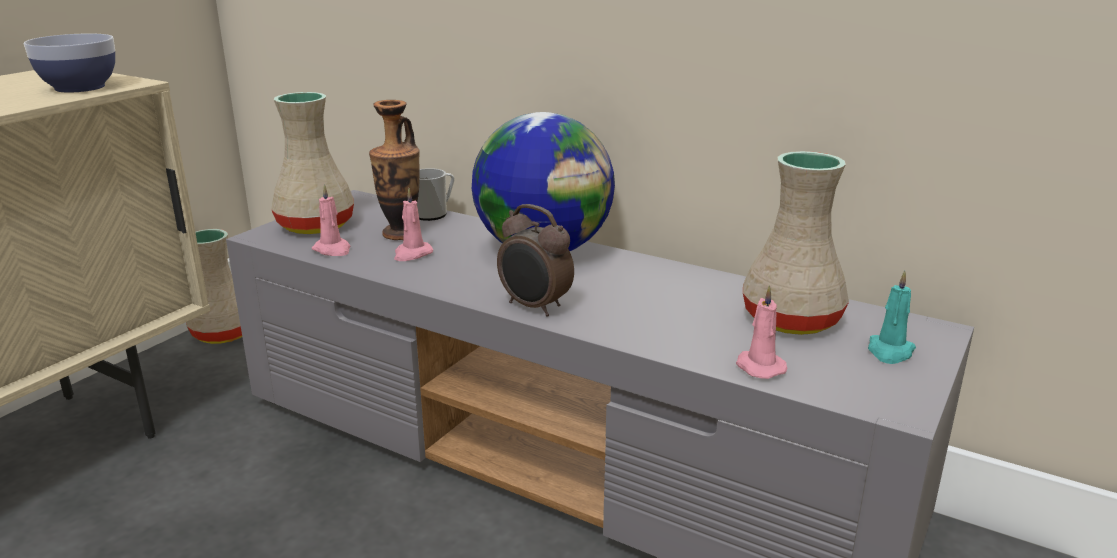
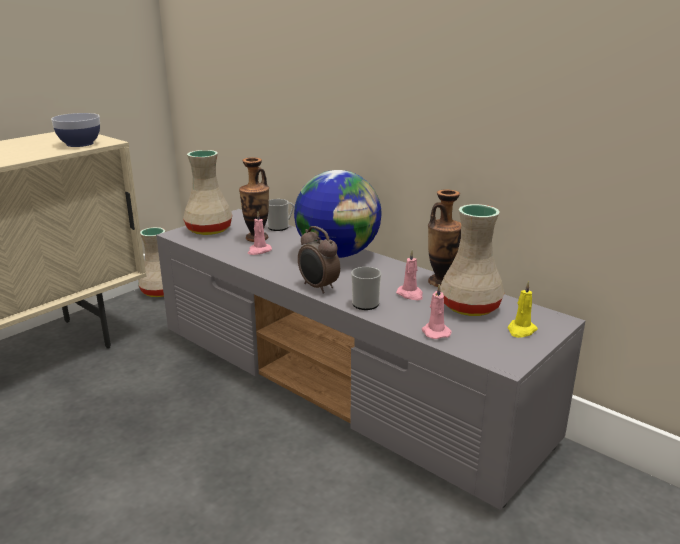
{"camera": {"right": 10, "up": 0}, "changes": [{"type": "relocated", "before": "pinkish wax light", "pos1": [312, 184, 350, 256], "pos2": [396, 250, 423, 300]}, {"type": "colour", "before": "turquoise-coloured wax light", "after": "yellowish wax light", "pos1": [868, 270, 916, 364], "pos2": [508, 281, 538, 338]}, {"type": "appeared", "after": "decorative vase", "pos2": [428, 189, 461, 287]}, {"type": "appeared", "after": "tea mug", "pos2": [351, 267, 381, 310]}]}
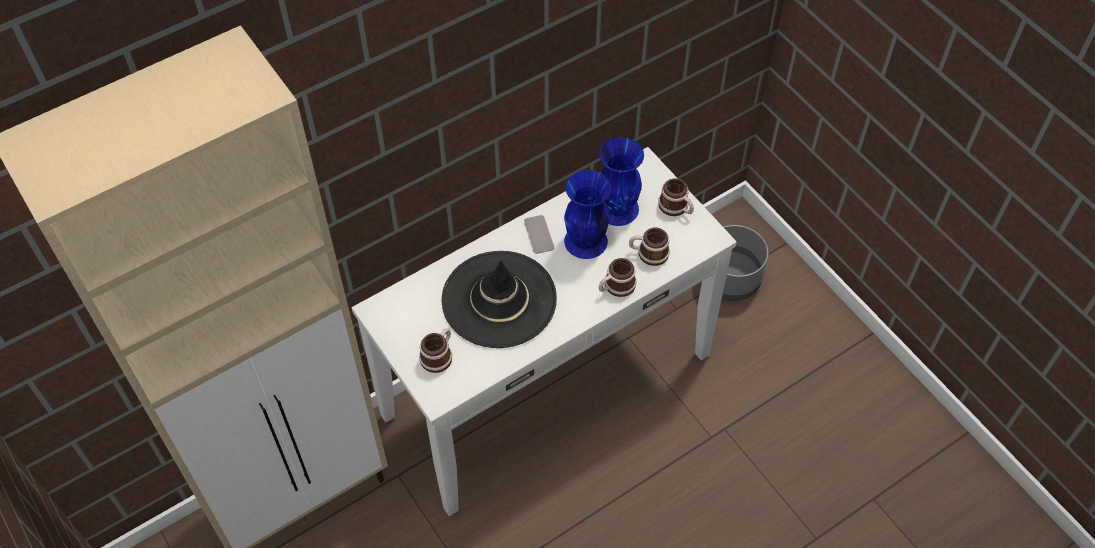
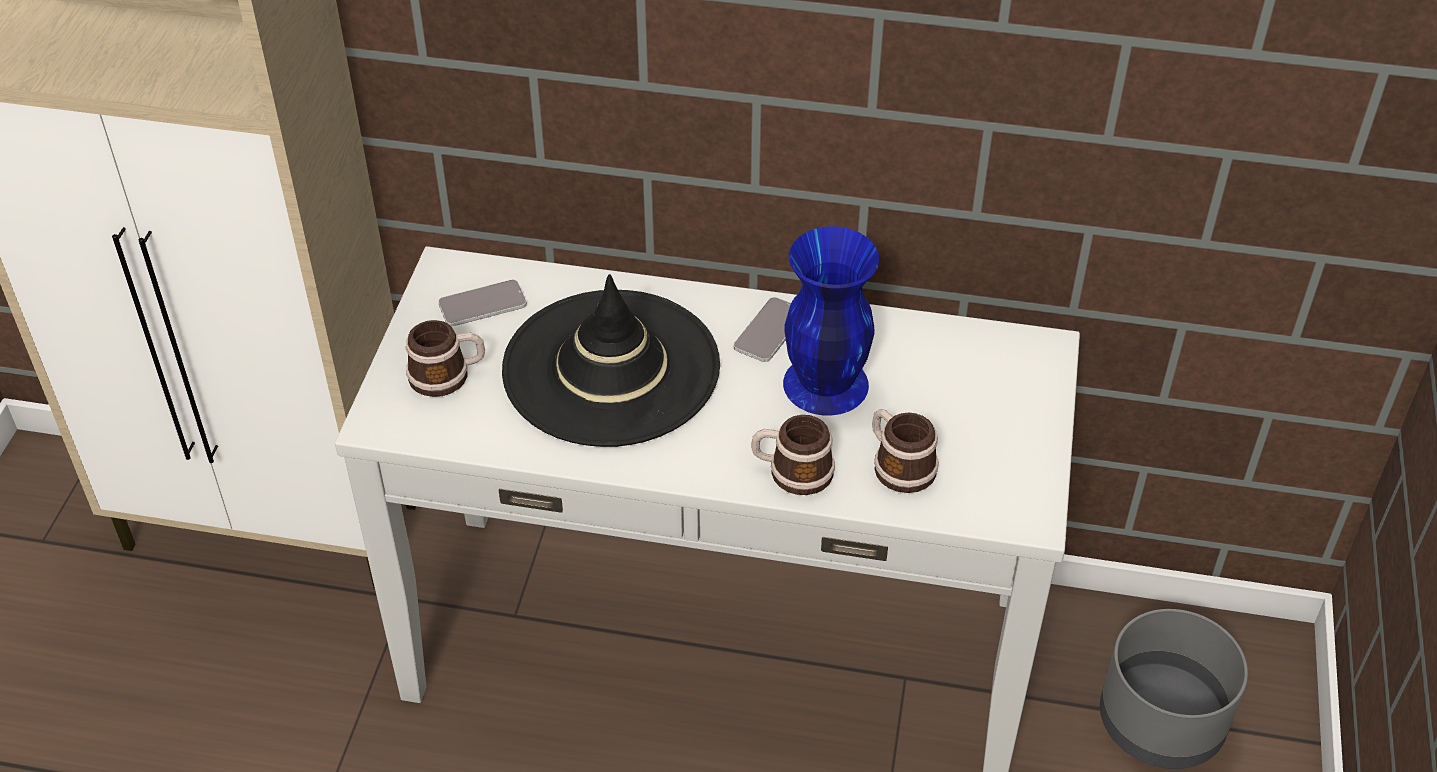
{"camera": {"right": 45, "up": -10}, "changes": [{"type": "missing", "before": "bluish decorative vase", "pos1": [599, 137, 644, 226]}, {"type": "missing", "before": "tea mug", "pos1": [658, 178, 694, 216]}, {"type": "appeared", "after": "handset", "pos2": [438, 279, 527, 326]}]}
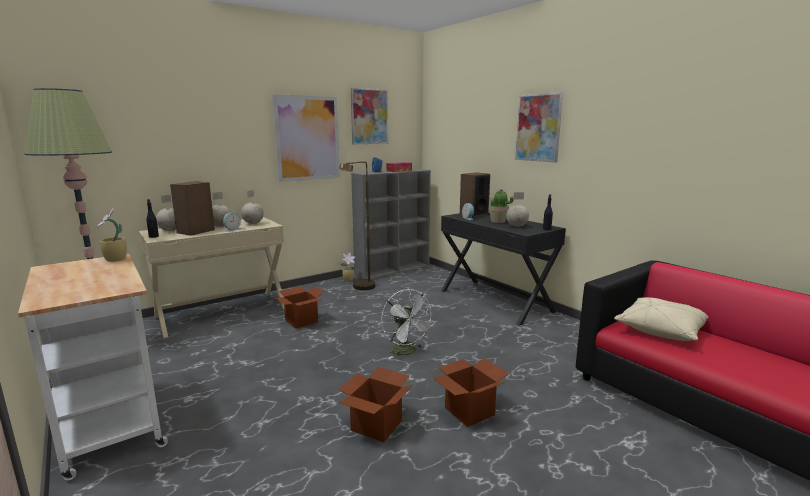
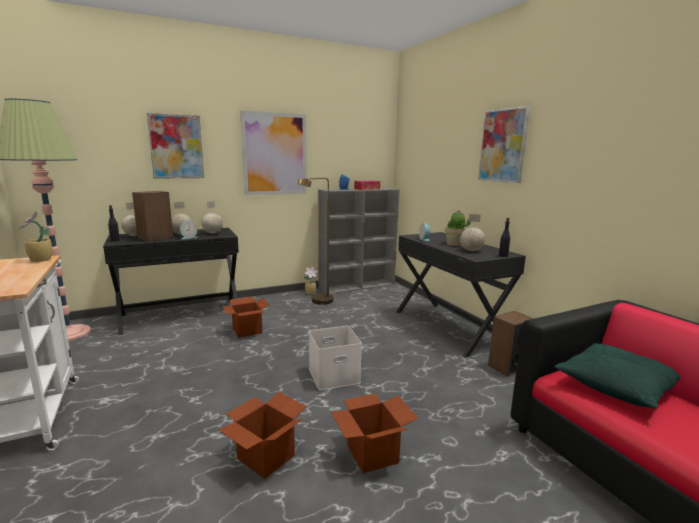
{"camera": {"right": 10, "up": 0}, "changes": [{"type": "relocated", "before": "wall art", "pos1": [351, 88, 388, 144], "pos2": [147, 113, 204, 179]}, {"type": "relocated", "before": "audio speaker", "pos1": [460, 173, 490, 217], "pos2": [488, 311, 534, 376]}, {"type": "colour", "before": "beige-coloured desk table", "after": "blackish desk table", "pos1": [139, 217, 284, 338], "pos2": [103, 228, 239, 335]}, {"type": "exchanged", "before": "white cooling fan", "after": "white storage container", "pos1": [381, 289, 435, 359], "pos2": [309, 326, 362, 390]}, {"type": "colour", "before": "beige-coloured throw pillow", "after": "green throw pillow", "pos1": [614, 297, 708, 341], "pos2": [555, 343, 681, 409]}]}
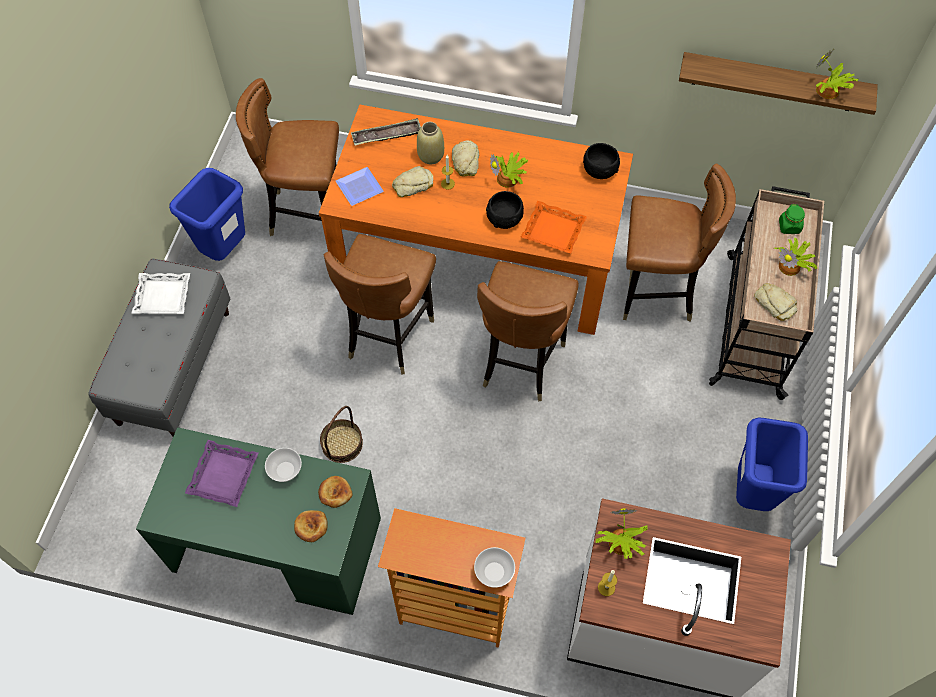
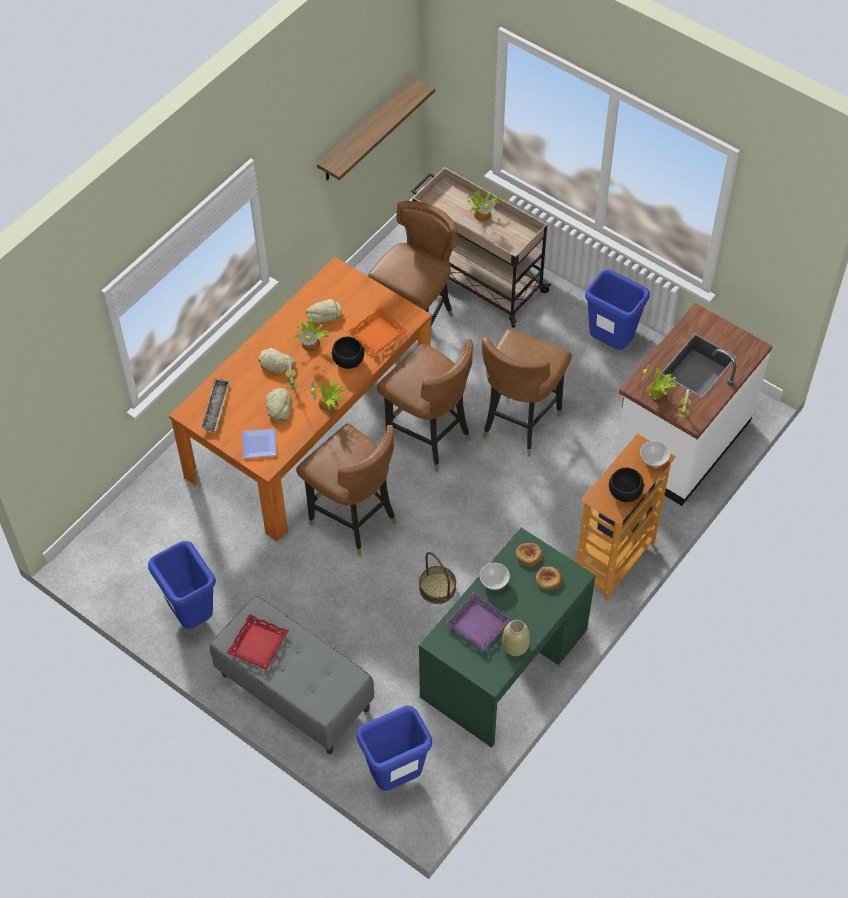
{"camera": {"right": -65, "up": -5}, "changes": [{"type": "relocated", "before": "plant in a pot", "pos1": [815, 50, 858, 99], "pos2": [311, 380, 346, 411]}, {"type": "relocated", "before": "brown-coloured plain chair", "pos1": [236, 78, 339, 236], "pos2": [482, 329, 572, 456]}, {"type": "relocated", "before": "beige-coloured decorative vase", "pos1": [417, 122, 444, 164], "pos2": [502, 620, 530, 656]}, {"type": "relocated", "before": "blackish deep dish", "pos1": [583, 143, 620, 179], "pos2": [609, 468, 644, 502]}, {"type": "missing", "before": "green preserve jar", "pos1": [779, 204, 805, 234]}, {"type": "colour", "before": "white serving tray", "after": "reddish serving tray", "pos1": [131, 273, 190, 314], "pos2": [226, 614, 289, 670]}, {"type": "relocated", "before": "baked bread", "pos1": [754, 283, 797, 321], "pos2": [306, 299, 342, 324]}, {"type": "appeared", "after": "bluish waste bin", "pos2": [356, 705, 432, 791]}]}
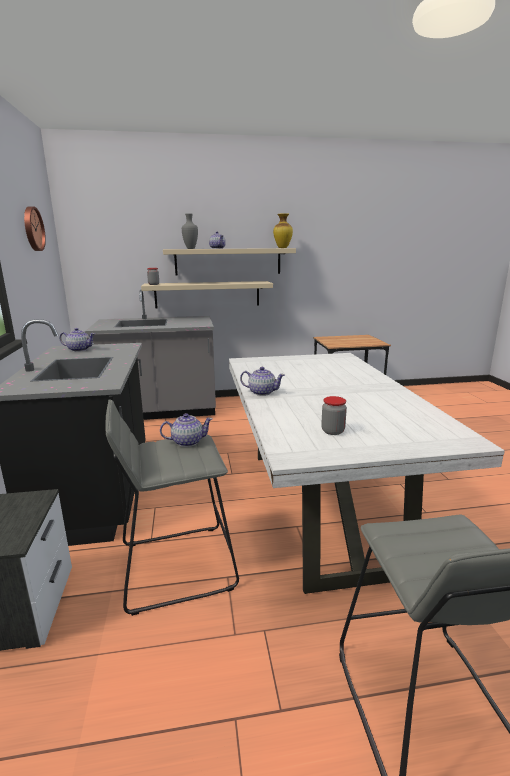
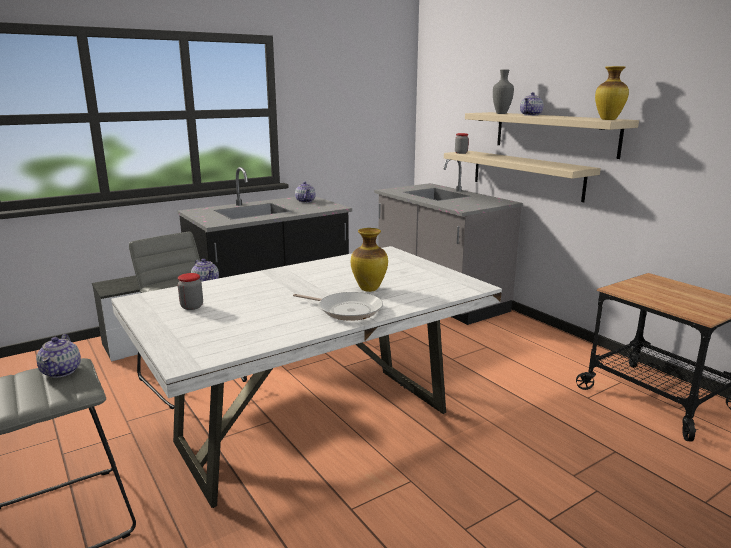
{"camera": {"right": 65, "up": 0}, "changes": [{"type": "missing", "before": "hanging clock", "pos1": [24, 206, 46, 251]}, {"type": "relocated", "before": "teapot", "pos1": [240, 367, 285, 396], "pos2": [36, 334, 81, 378]}, {"type": "appeared", "after": "decorative vase", "pos2": [351, 228, 388, 292]}, {"type": "appeared", "after": "frying pan", "pos2": [293, 292, 383, 321]}]}
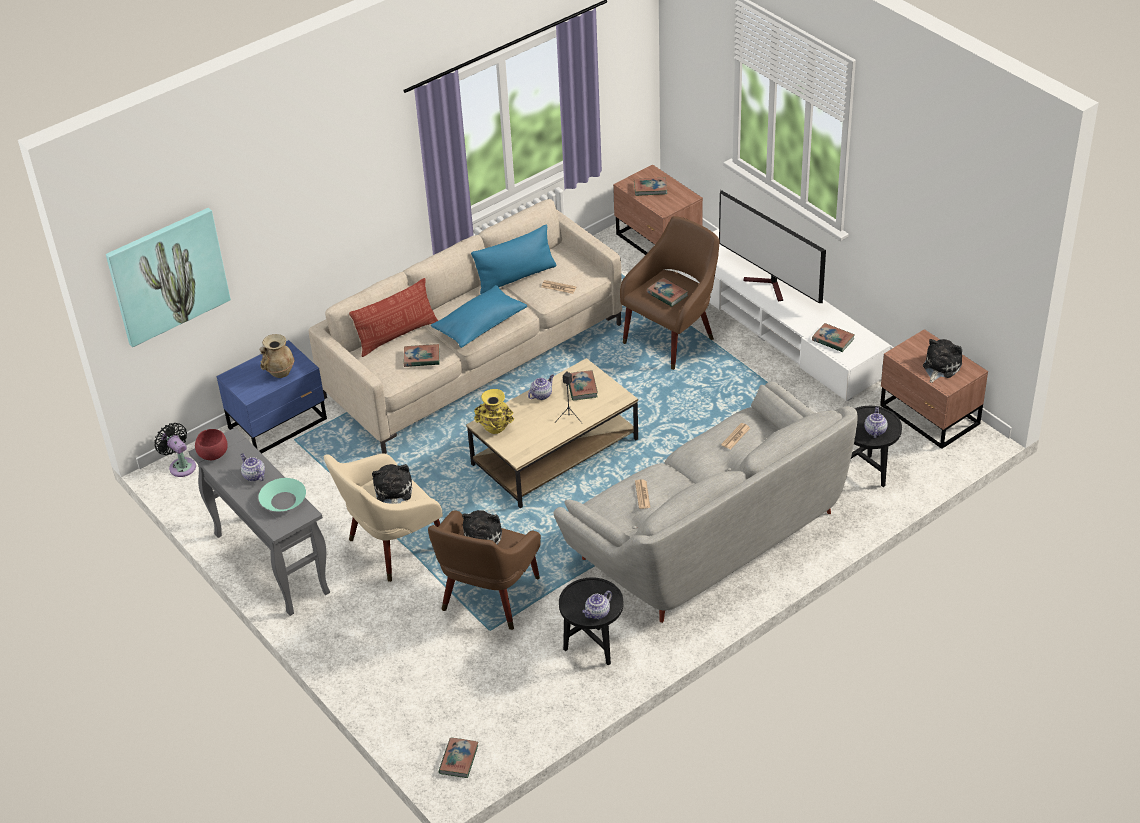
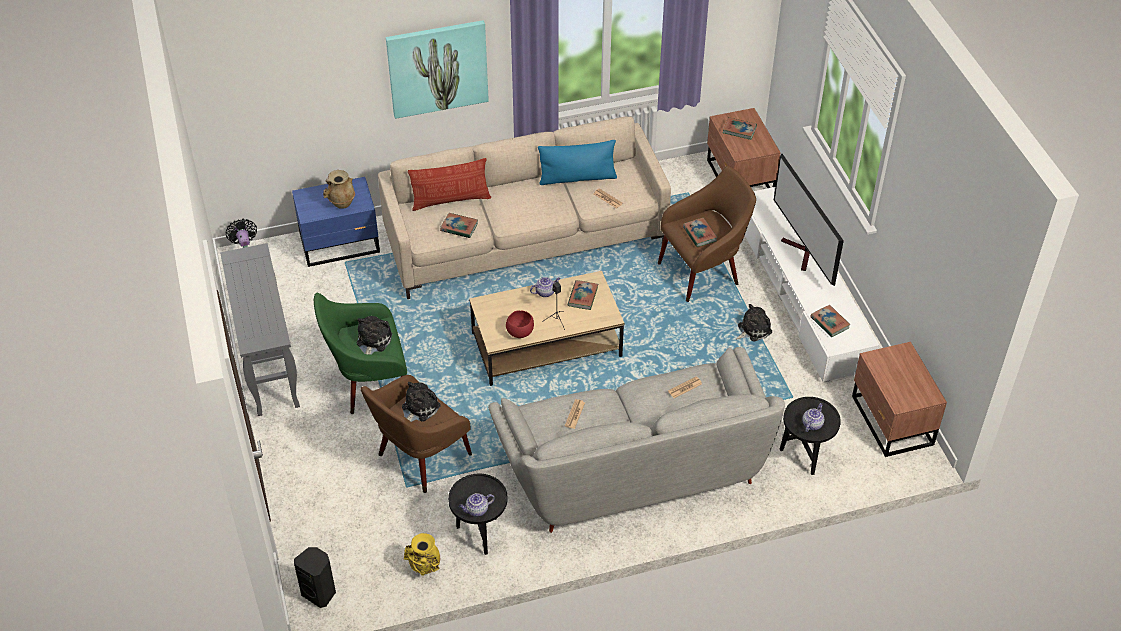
{"camera": {"right": 20, "up": 5}, "changes": [{"type": "relocated", "before": "wall art", "pos1": [106, 208, 231, 347], "pos2": [386, 20, 489, 119]}, {"type": "missing", "before": "bluish throw pillow", "pos1": [431, 285, 527, 348]}, {"type": "relocated", "before": "plush toy", "pos1": [923, 339, 962, 383], "pos2": [736, 304, 772, 342]}, {"type": "relocated", "before": "yellowish decorative vase", "pos1": [474, 389, 514, 434], "pos2": [404, 533, 440, 576]}, {"type": "relocated", "before": "reddish deep dish", "pos1": [195, 429, 228, 460], "pos2": [506, 310, 534, 338]}, {"type": "colour", "before": "beige-coloured armchair", "after": "green armchair", "pos1": [323, 453, 443, 582], "pos2": [314, 293, 407, 414]}, {"type": "missing", "before": "teapot", "pos1": [240, 454, 265, 482]}, {"type": "missing", "before": "turquoise-coloured deep dish", "pos1": [258, 478, 306, 511]}, {"type": "exchanged", "before": "volume", "after": "blackish audio speaker", "pos1": [438, 737, 478, 778], "pos2": [294, 547, 336, 608]}]}
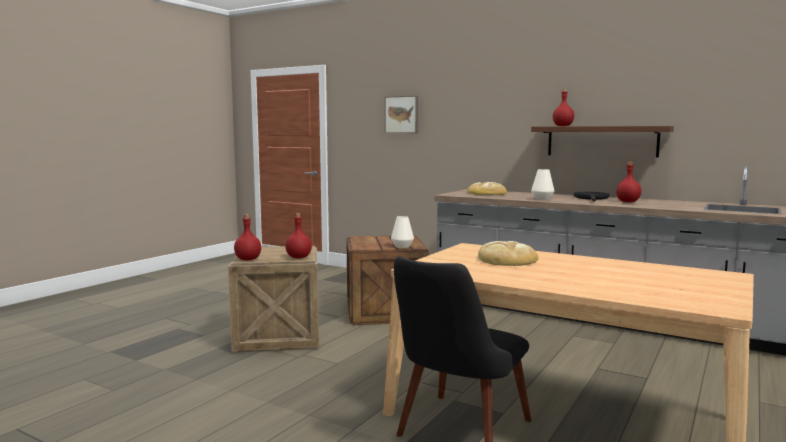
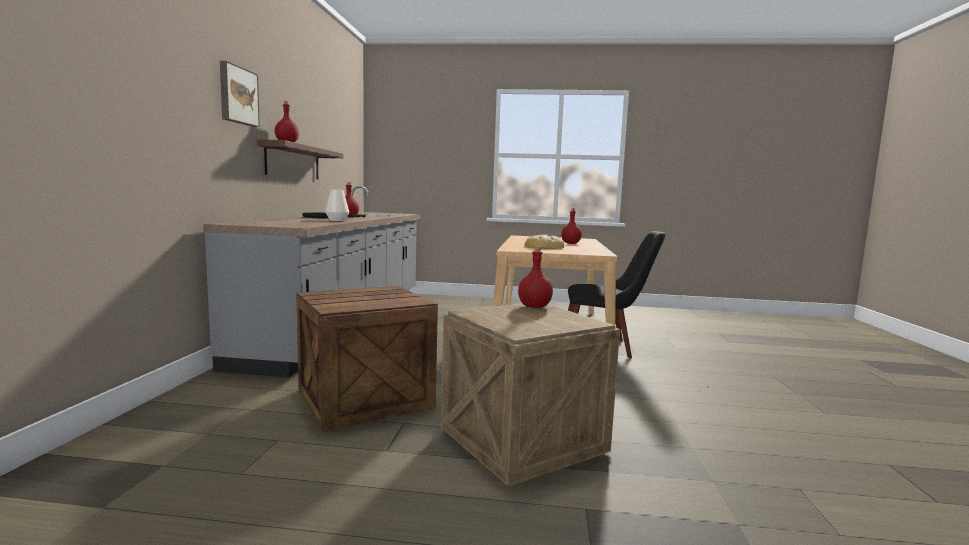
{"camera": {"right": -115, "up": 0}, "changes": [{"type": "relocated", "before": "wall art", "pos1": [385, 96, 418, 133], "pos2": [220, 61, 260, 127]}, {"type": "missing", "before": "baked bread", "pos1": [468, 182, 507, 195]}, {"type": "relocated", "before": "reddish drink bottle", "pos1": [234, 215, 261, 260], "pos2": [561, 209, 582, 244]}, {"type": "missing", "before": "white decorative vase", "pos1": [391, 216, 414, 248]}]}
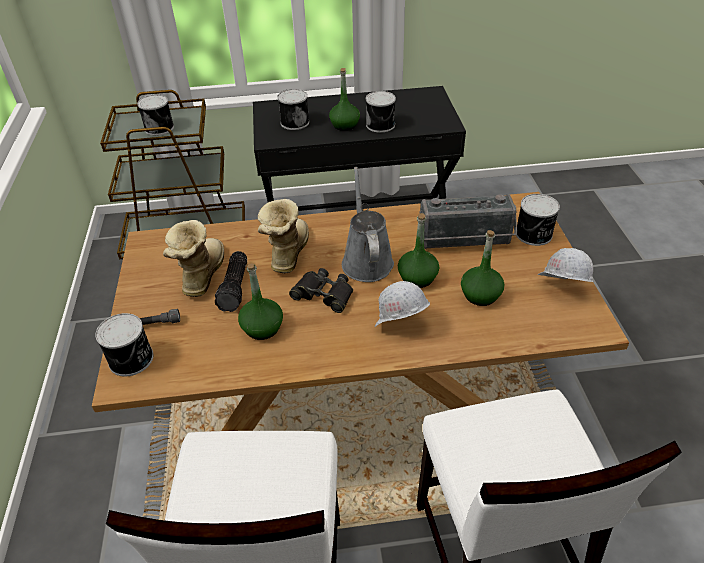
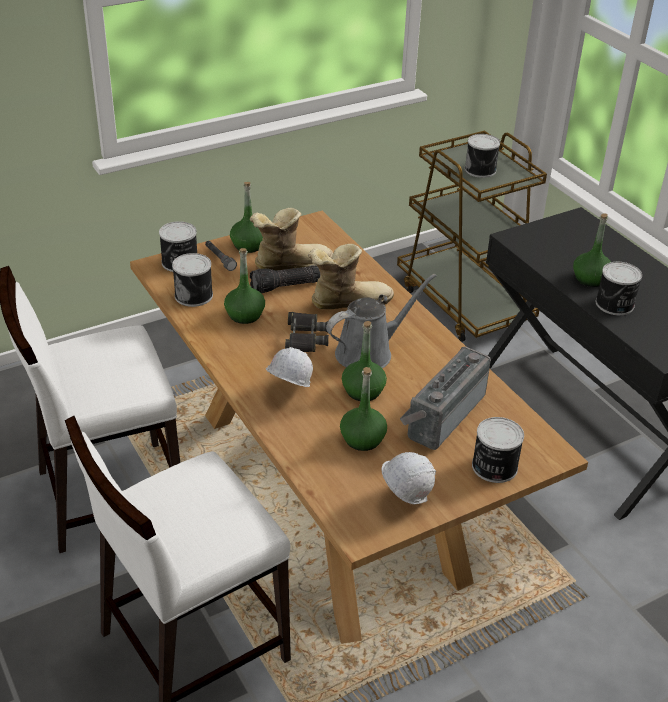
{"camera": {"right": 65, "up": -5}, "changes": [{"type": "relocated", "before": "sealed can", "pos1": [277, 89, 309, 130], "pos2": [172, 253, 213, 307]}, {"type": "spun", "before": "radio set", "pos1": [419, 194, 517, 249], "pos2": [400, 347, 491, 450], "turn": 60}, {"type": "appeared", "after": "green drink bottle", "pos2": [230, 182, 263, 253]}]}
